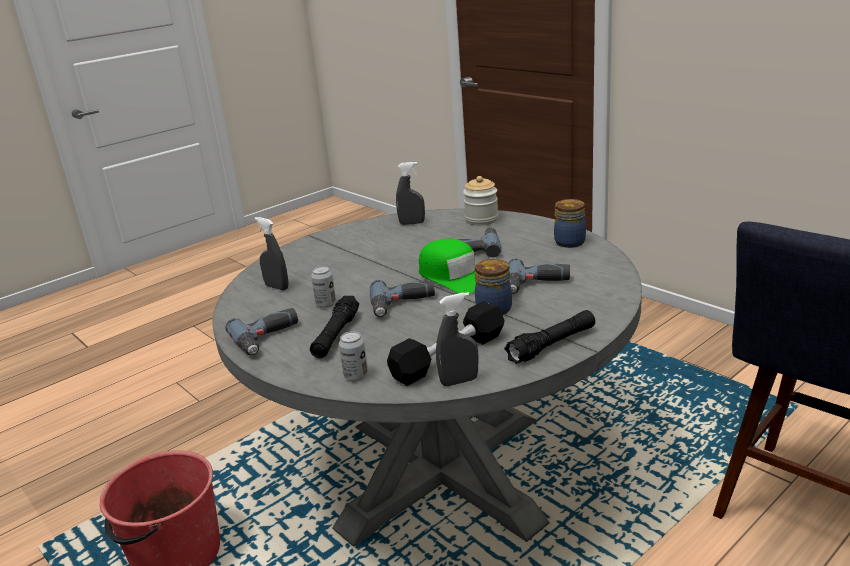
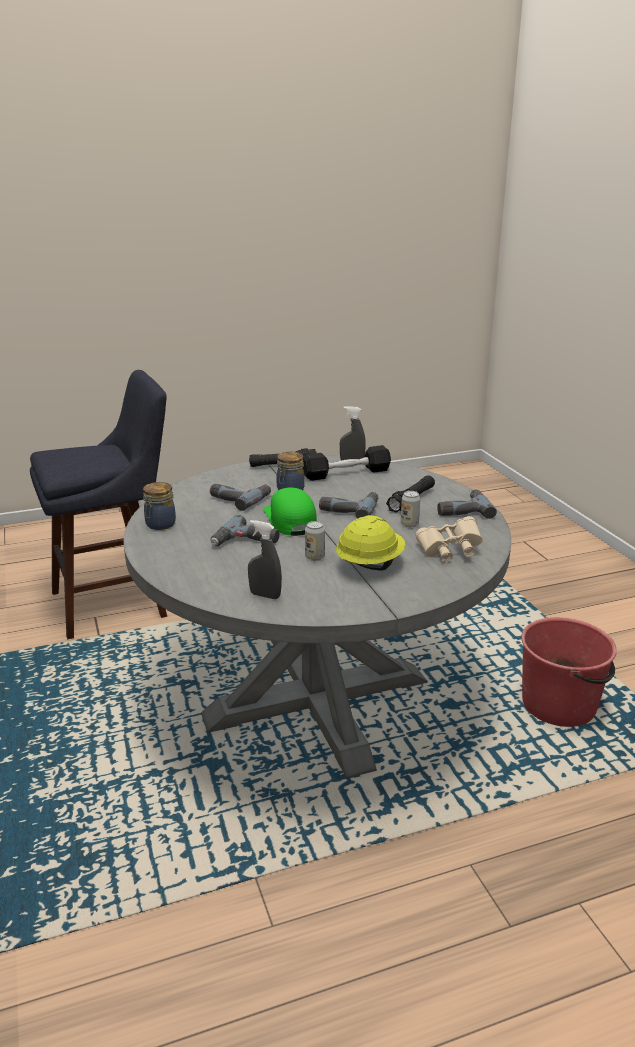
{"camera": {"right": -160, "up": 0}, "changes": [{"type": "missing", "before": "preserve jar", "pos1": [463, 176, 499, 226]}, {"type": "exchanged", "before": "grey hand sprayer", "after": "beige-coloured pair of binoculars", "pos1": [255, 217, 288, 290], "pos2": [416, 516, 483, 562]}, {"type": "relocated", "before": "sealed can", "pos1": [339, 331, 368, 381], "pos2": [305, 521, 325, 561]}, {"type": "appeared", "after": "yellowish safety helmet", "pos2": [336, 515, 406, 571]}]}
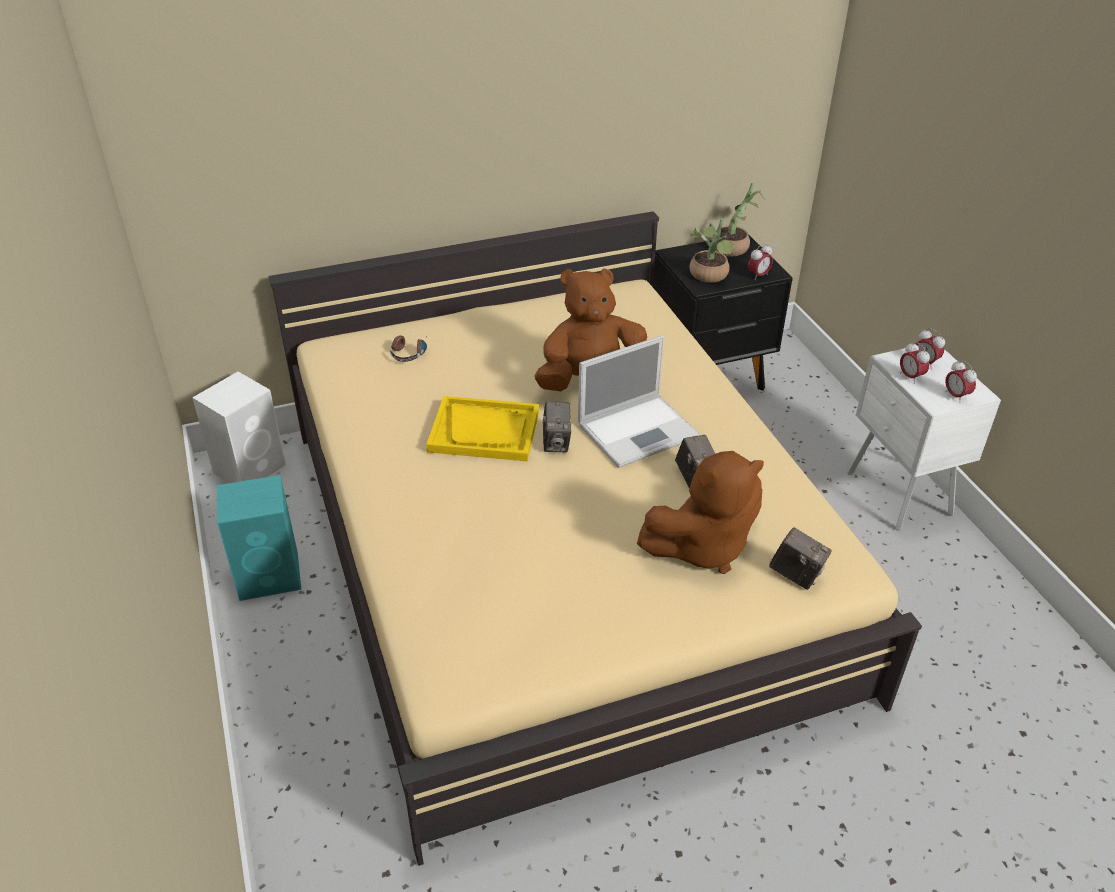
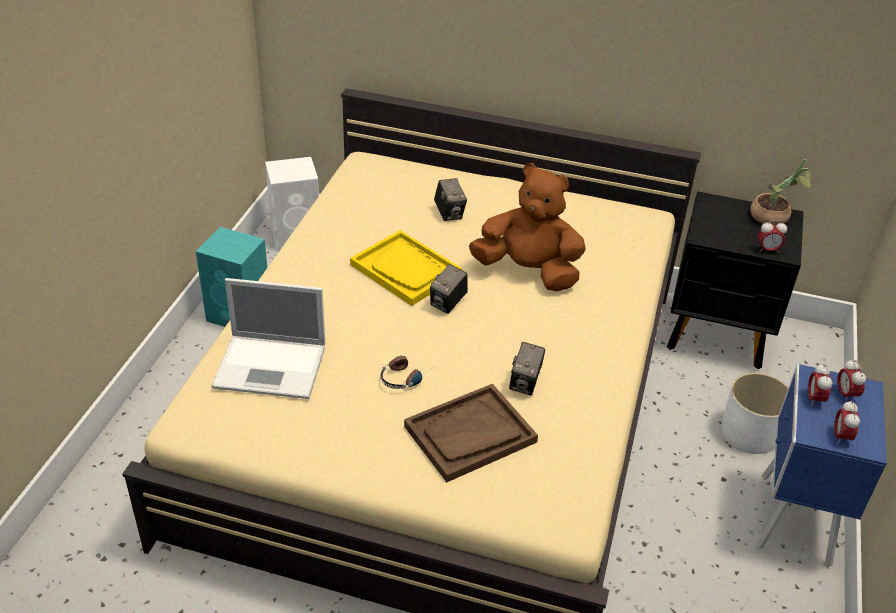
{"camera": {"right": 35, "up": 0}, "changes": [{"type": "missing", "before": "plant in a pot", "pos1": [689, 218, 734, 283]}, {"type": "relocated", "before": "pair of headphones", "pos1": [390, 335, 428, 362], "pos2": [380, 356, 434, 389]}, {"type": "relocated", "before": "notebook computer", "pos1": [578, 335, 700, 468], "pos2": [211, 278, 325, 399]}, {"type": "colour", "before": "white bedside table", "after": "bluish bedside table", "pos1": [848, 348, 1001, 531], "pos2": [756, 364, 887, 567]}, {"type": "exchanged", "before": "brown-coloured plush toy", "after": "brown-coloured serving tray", "pos1": [637, 451, 764, 574], "pos2": [404, 384, 538, 482]}, {"type": "relocated", "before": "photo camera", "pos1": [769, 527, 832, 590], "pos2": [434, 178, 467, 221]}, {"type": "appeared", "after": "white flower pot", "pos2": [721, 373, 789, 454]}]}
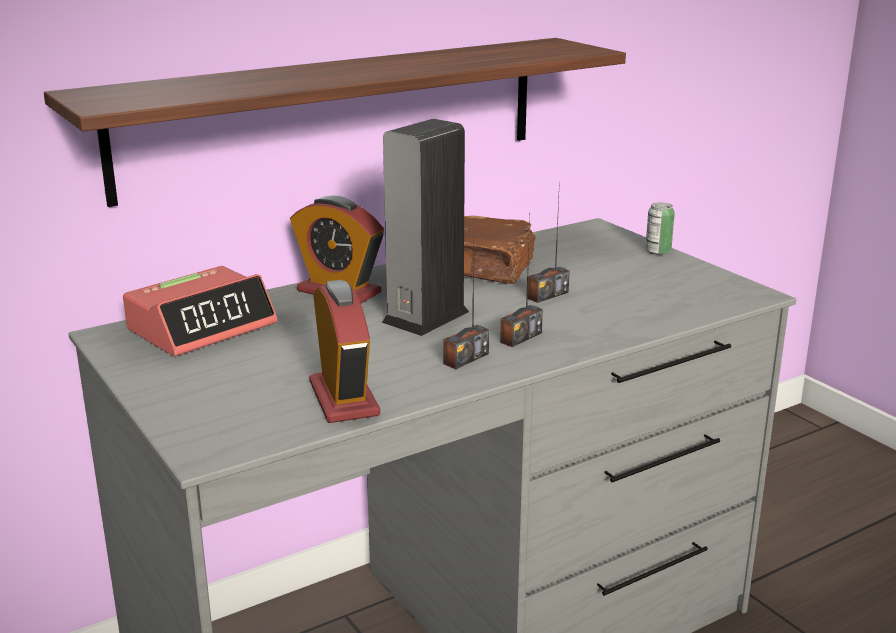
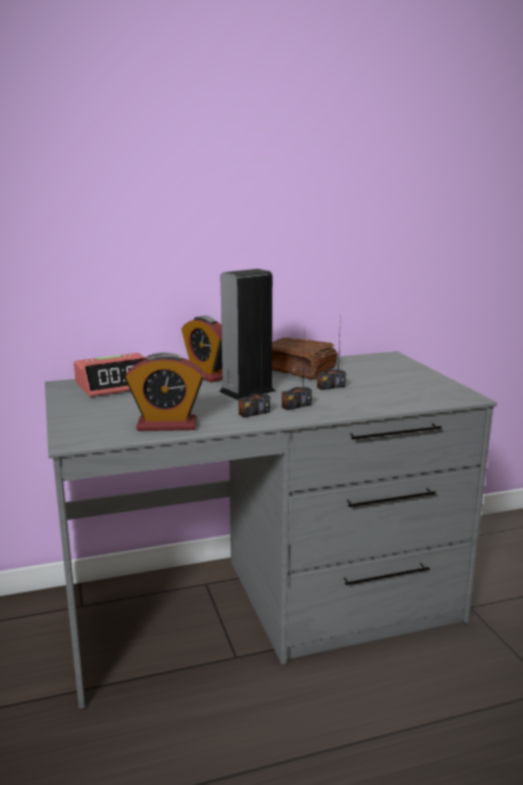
{"camera": {"right": 15, "up": -5}, "changes": [{"type": "missing", "before": "bracket shelf", "pos1": [44, 38, 626, 207]}, {"type": "missing", "before": "sealed can", "pos1": [645, 202, 675, 255]}, {"type": "spun", "before": "table clock", "pos1": [309, 280, 380, 423], "pos2": [125, 352, 204, 431], "turn": 90}]}
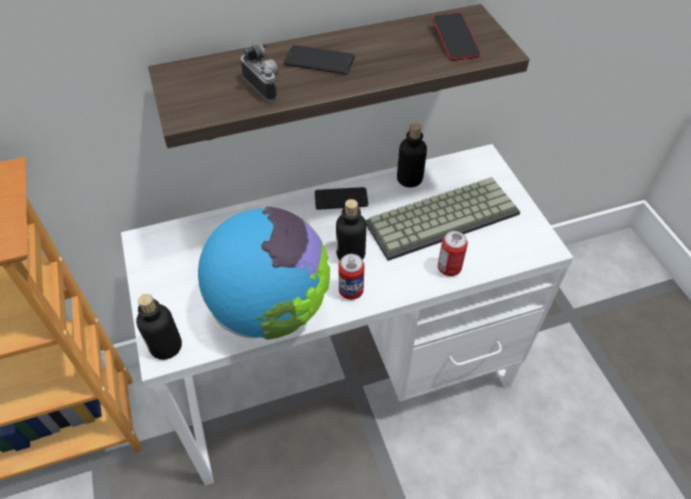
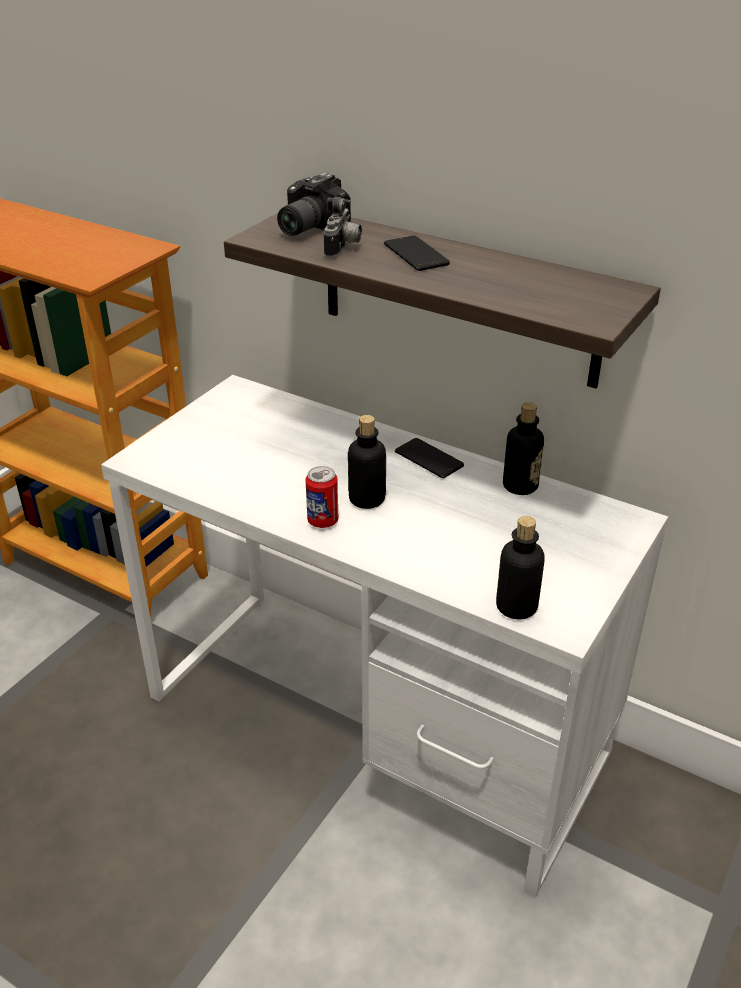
{"camera": {"right": 50, "up": -15}, "changes": [{"type": "missing", "before": "handset", "pos1": [432, 12, 481, 61]}, {"type": "missing", "before": "keyboard", "pos1": [365, 177, 520, 261]}, {"type": "missing", "before": "globe", "pos1": [198, 207, 330, 340]}, {"type": "missing", "before": "sealed can", "pos1": [438, 231, 468, 276]}, {"type": "relocated", "before": "drink bottle", "pos1": [136, 294, 182, 360], "pos2": [496, 516, 545, 619]}, {"type": "appeared", "after": "photo camera", "pos2": [277, 173, 351, 236]}]}
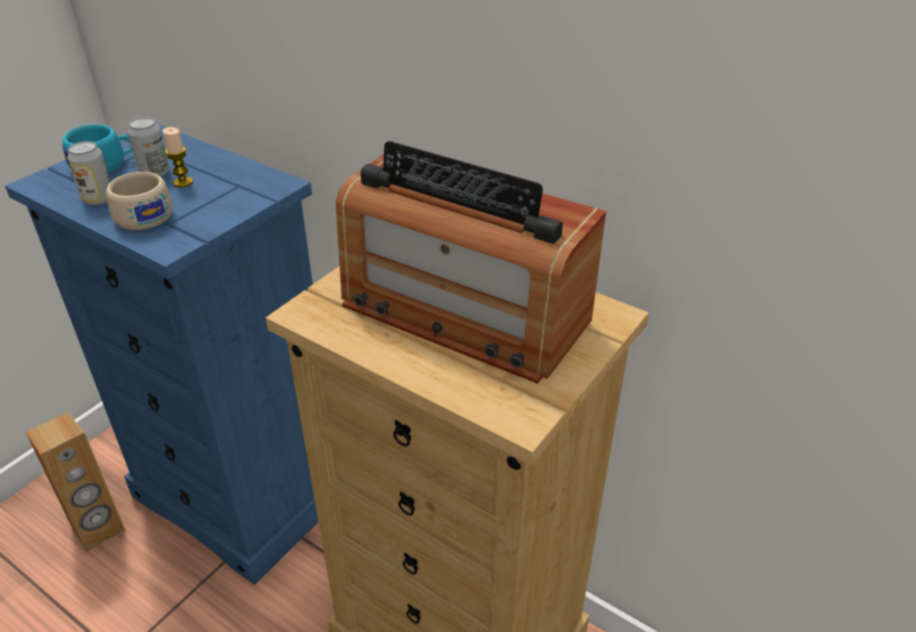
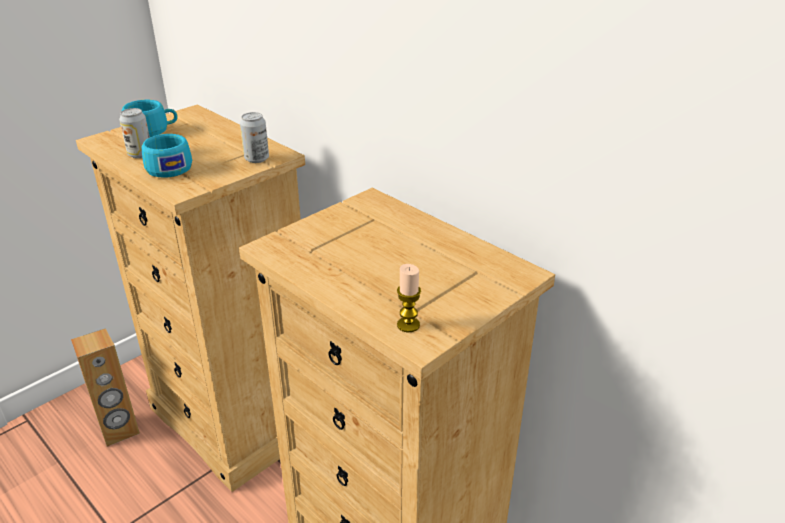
{"camera": {"right": 10, "up": -5}, "changes": [{"type": "relocated", "before": "sealed can", "pos1": [128, 117, 170, 177], "pos2": [240, 112, 269, 163]}, {"type": "colour", "before": "bluish drawer chest", "after": "beige-coloured drawer chest", "pos1": [5, 124, 318, 585], "pos2": [76, 105, 305, 492]}, {"type": "relocated", "before": "wax light", "pos1": [162, 127, 193, 187], "pos2": [397, 264, 421, 332]}, {"type": "missing", "before": "radio set", "pos1": [335, 141, 606, 384]}, {"type": "colour", "before": "beige-coloured drinking cup", "after": "turquoise-coloured drinking cup", "pos1": [106, 172, 173, 230], "pos2": [141, 134, 192, 178]}]}
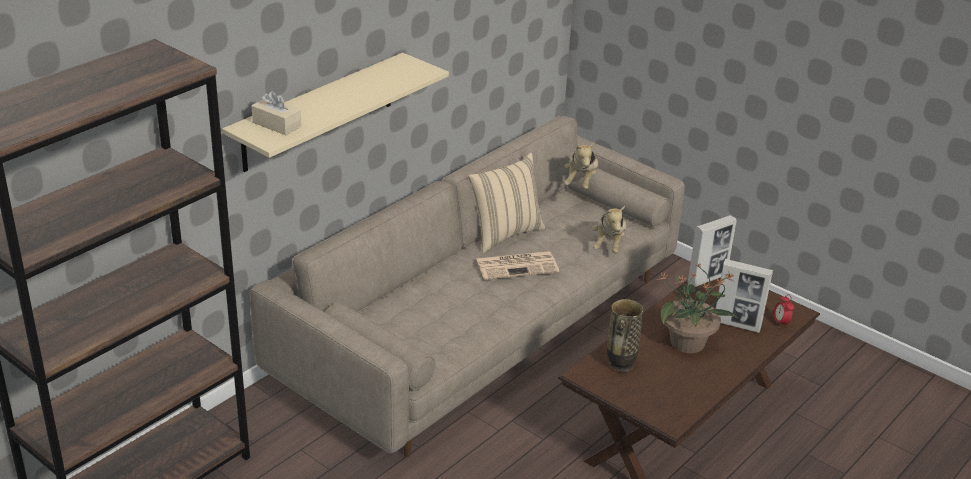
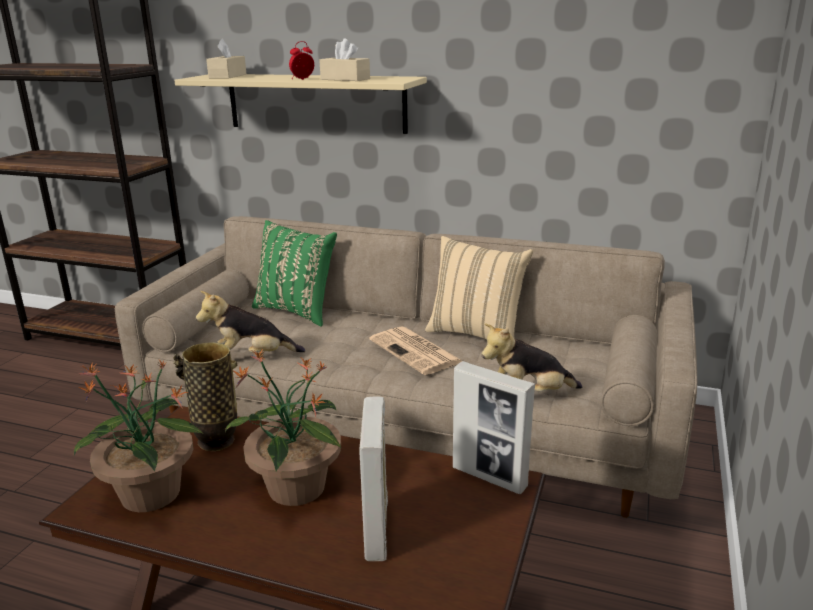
{"camera": {"right": 70, "up": -10}, "changes": [{"type": "relocated", "before": "plush toy", "pos1": [564, 142, 598, 189], "pos2": [196, 291, 305, 352]}, {"type": "relocated", "before": "table clock", "pos1": [773, 294, 794, 328], "pos2": [289, 41, 314, 80]}, {"type": "appeared", "after": "beige-coloured box of tissues", "pos2": [319, 38, 370, 81]}, {"type": "appeared", "after": "green throw pillow", "pos2": [252, 220, 337, 327]}, {"type": "appeared", "after": "plant in a pot", "pos2": [73, 360, 204, 512]}]}
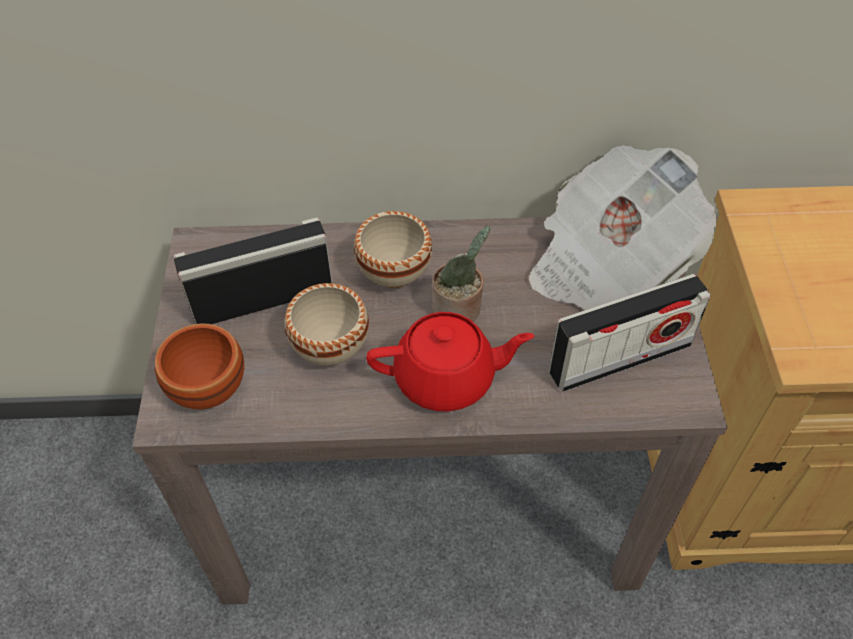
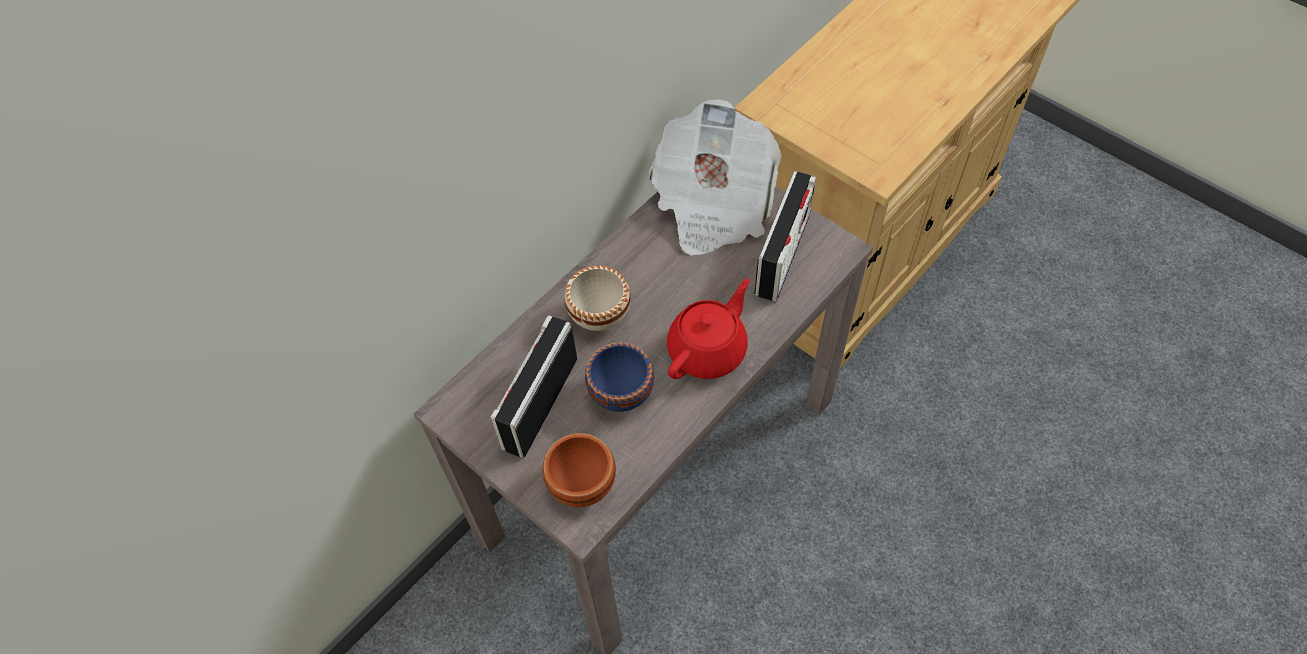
{"camera": {"right": -45, "up": 5}, "changes": [{"type": "missing", "before": "plant in a pot", "pos1": [432, 225, 490, 322]}, {"type": "colour", "before": "beige-coloured deep dish", "after": "bluish deep dish", "pos1": [285, 283, 369, 365], "pos2": [585, 343, 654, 412]}]}
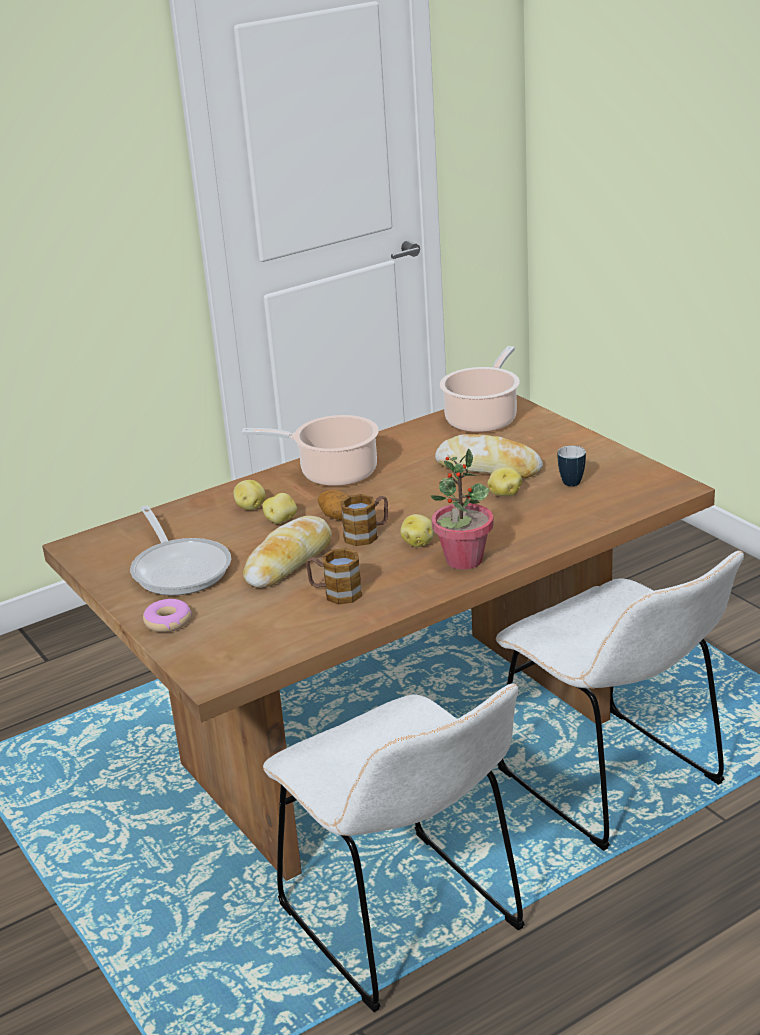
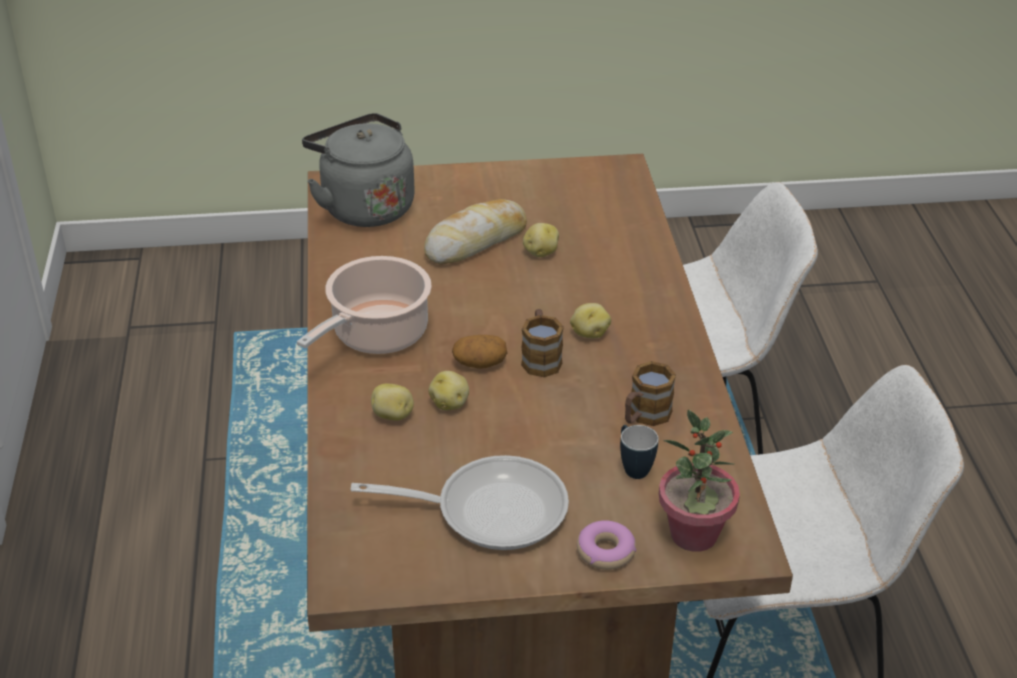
{"camera": {"right": -65, "up": 10}, "changes": [{"type": "exchanged", "before": "cooking pot", "after": "grey tea kettle", "pos1": [440, 346, 520, 433], "pos2": [302, 113, 415, 227]}, {"type": "relocated", "before": "tea mug", "pos1": [558, 446, 586, 486], "pos2": [620, 425, 658, 479]}, {"type": "relocated", "before": "plant in a pot", "pos1": [431, 448, 494, 569], "pos2": [659, 410, 740, 552]}, {"type": "missing", "before": "baked bread", "pos1": [243, 516, 332, 588]}]}
